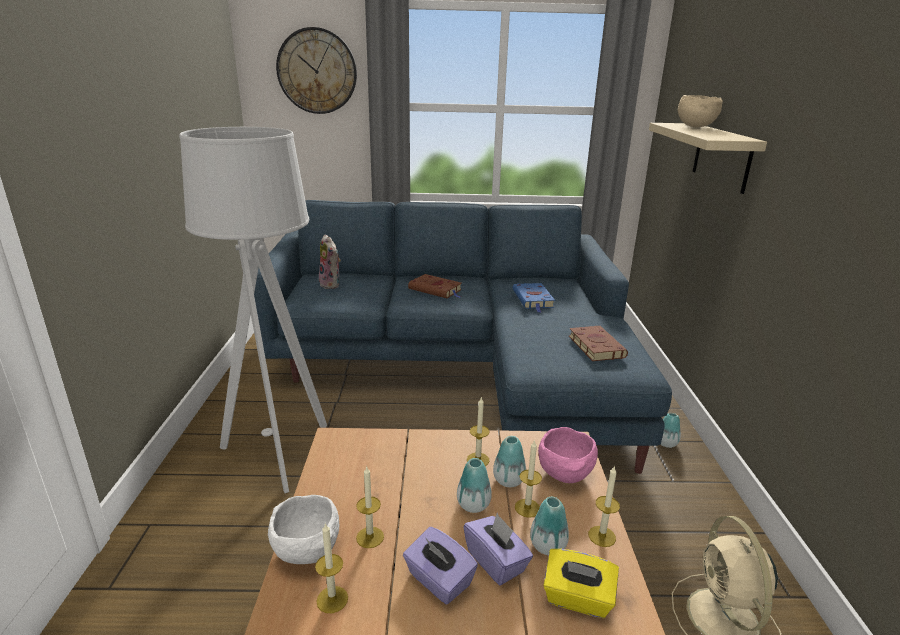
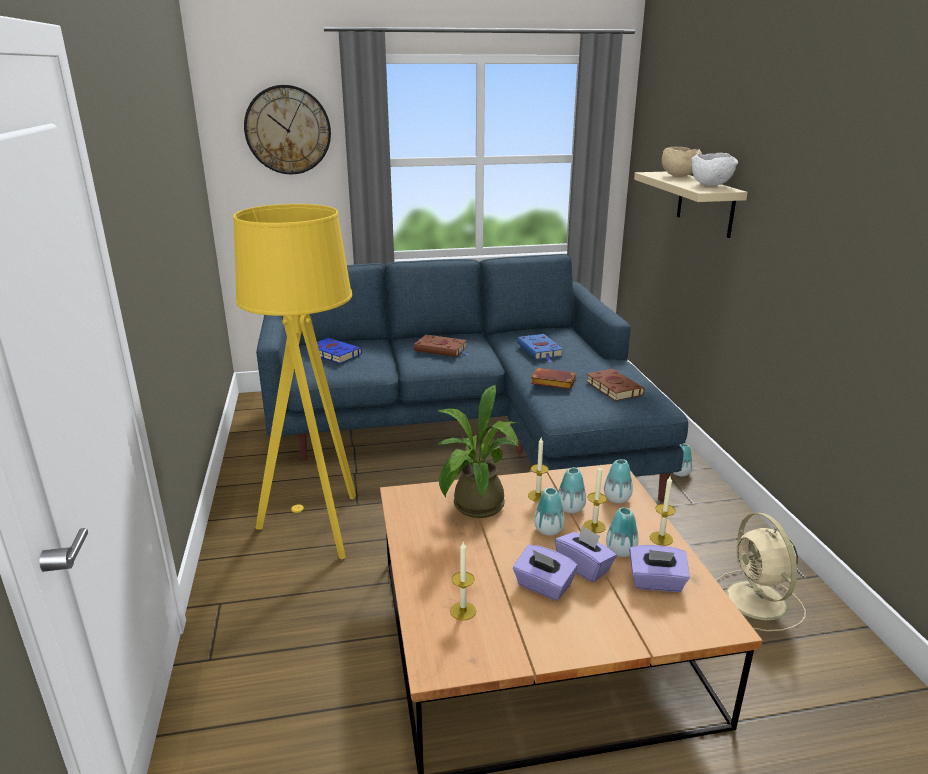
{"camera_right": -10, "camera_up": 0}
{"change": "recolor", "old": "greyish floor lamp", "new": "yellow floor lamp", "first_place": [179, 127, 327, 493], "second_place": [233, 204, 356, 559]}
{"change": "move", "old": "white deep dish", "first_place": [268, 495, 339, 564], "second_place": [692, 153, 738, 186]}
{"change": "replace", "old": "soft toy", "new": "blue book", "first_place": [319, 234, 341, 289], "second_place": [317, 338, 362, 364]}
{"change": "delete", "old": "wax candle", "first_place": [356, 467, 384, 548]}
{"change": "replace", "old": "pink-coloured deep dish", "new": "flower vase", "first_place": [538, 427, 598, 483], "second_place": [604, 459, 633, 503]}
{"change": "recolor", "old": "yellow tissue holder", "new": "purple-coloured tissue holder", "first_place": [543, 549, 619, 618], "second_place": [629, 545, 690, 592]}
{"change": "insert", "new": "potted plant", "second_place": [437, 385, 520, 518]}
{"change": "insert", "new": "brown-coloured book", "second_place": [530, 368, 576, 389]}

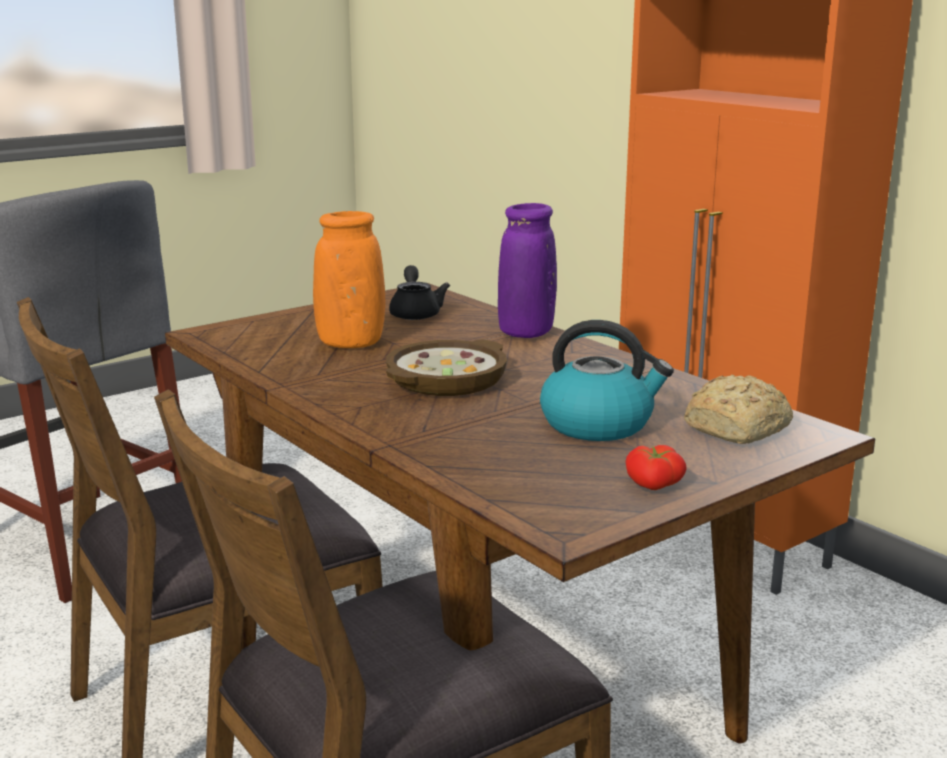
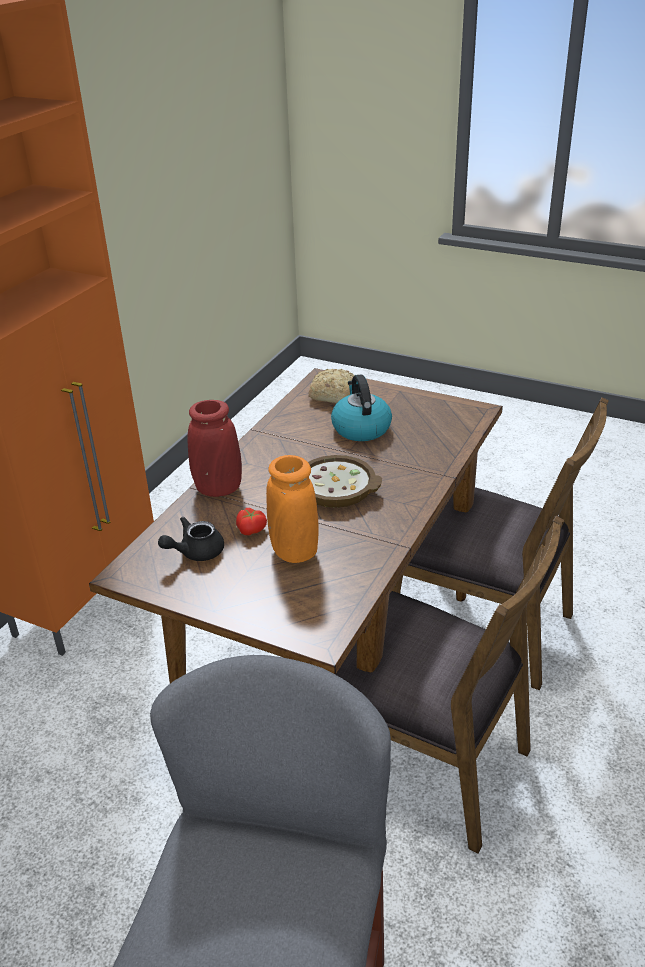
{"camera_right": -115, "camera_up": 15}
{"change": "recolor", "old": "purple-coloured flower vase", "new": "red flower vase", "first_place": [498, 203, 557, 338], "second_place": [188, 400, 242, 497]}
{"change": "move", "old": "whole tomato", "first_place": [625, 445, 687, 490], "second_place": [236, 508, 267, 535]}

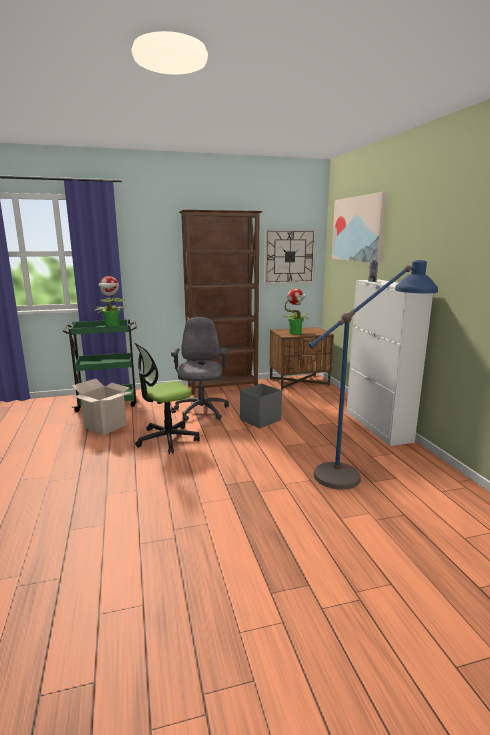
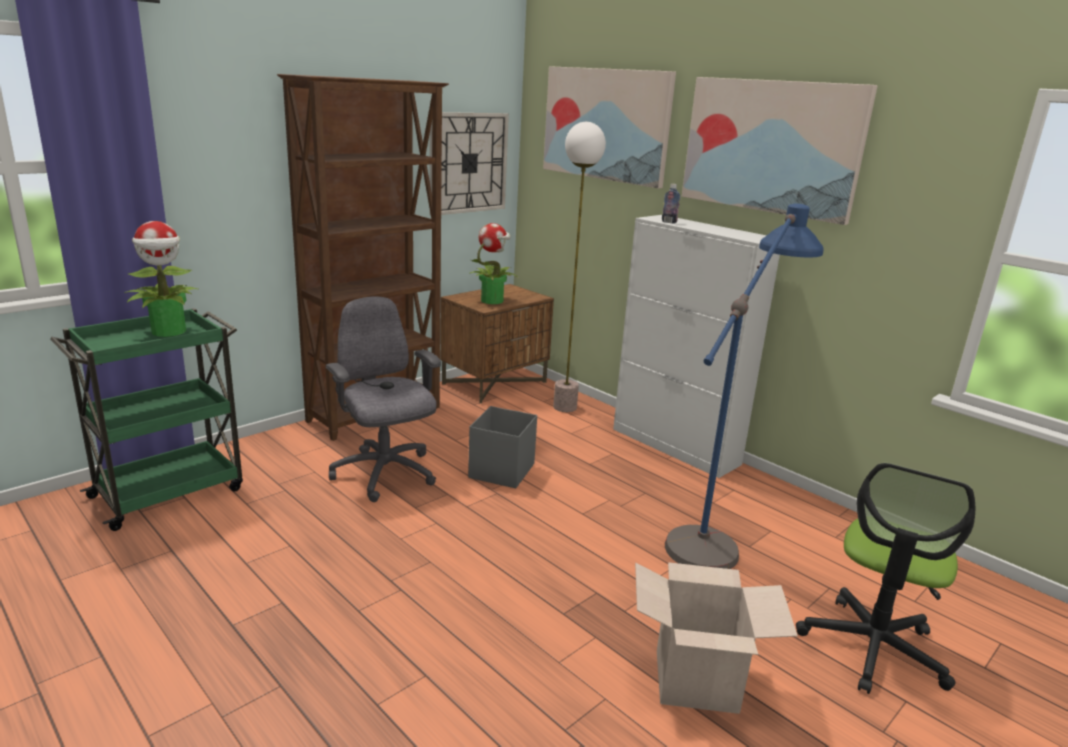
{"camera_right": -30, "camera_up": 5}
{"change": "move", "old": "carton", "first_place": [72, 379, 132, 435], "second_place": [635, 562, 798, 714]}
{"change": "move", "old": "desk chair", "first_place": [135, 342, 200, 454], "second_place": [796, 463, 975, 694]}
{"change": "insert", "new": "floor lamp", "second_place": [553, 122, 606, 412]}
{"change": "insert", "new": "wall art", "second_place": [682, 77, 878, 225]}

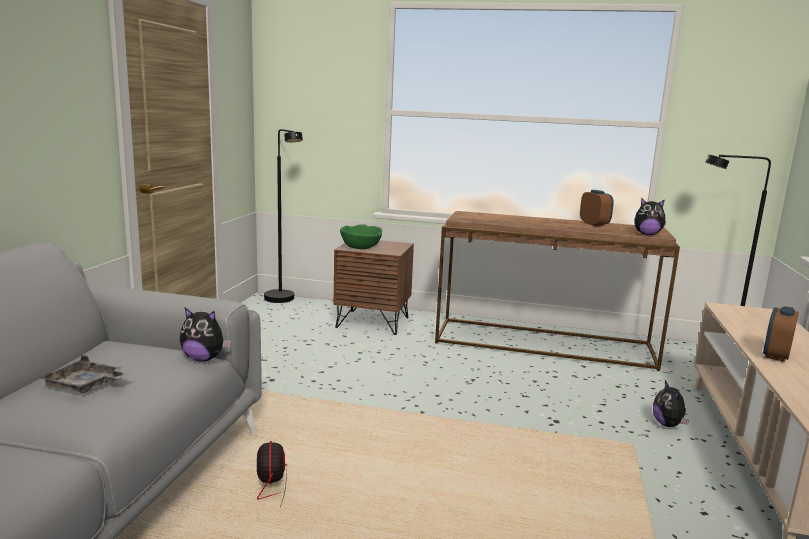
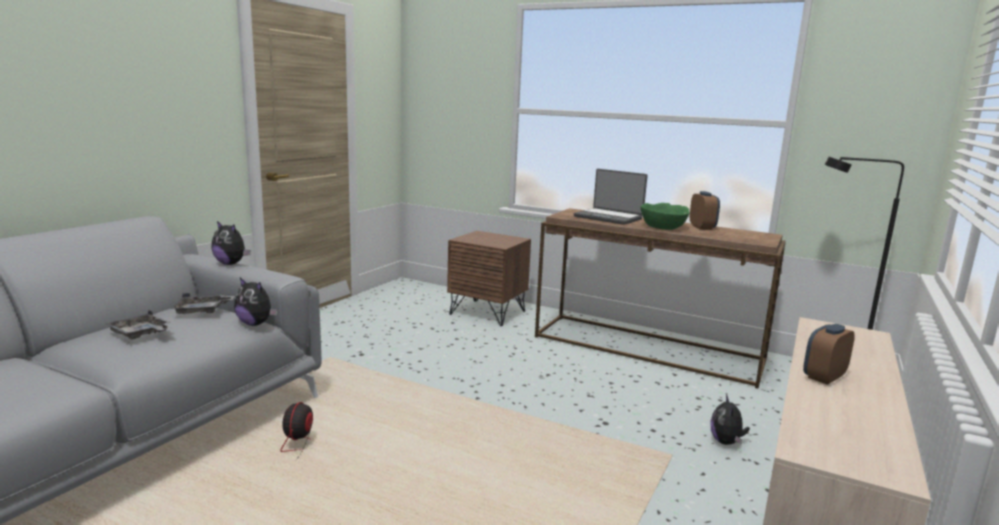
{"camera_right": 15, "camera_up": 0}
{"change": "delete", "old": "blackish floor lamp", "first_place": [264, 129, 303, 303]}
{"change": "move", "old": "green-coloured deep dish", "first_place": [340, 225, 382, 249], "second_place": [641, 203, 689, 230]}
{"change": "move", "old": "soft toy", "first_place": [634, 198, 666, 235], "second_place": [211, 221, 250, 265]}
{"change": "insert", "new": "greyish serving tray", "second_place": [171, 293, 235, 314]}
{"change": "insert", "new": "portable computer", "second_place": [574, 169, 647, 225]}

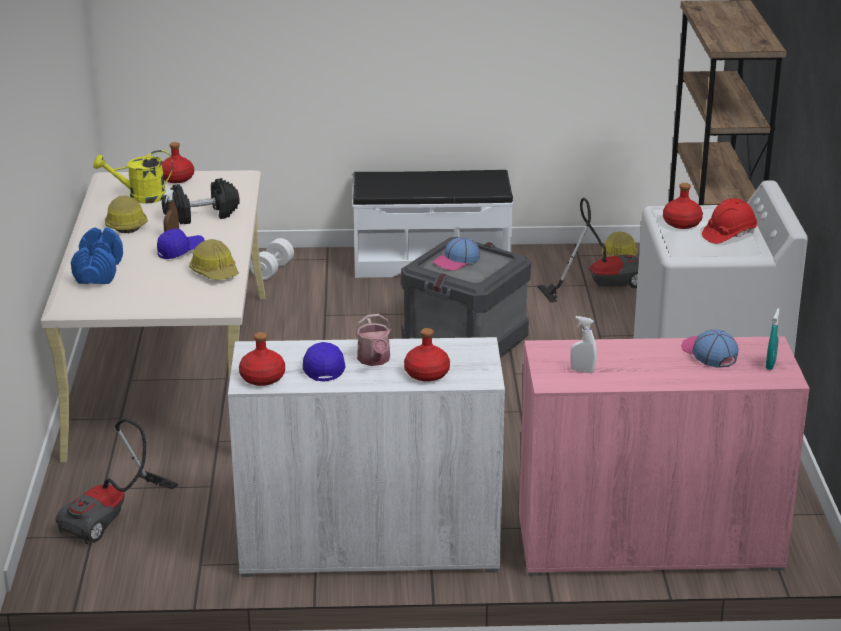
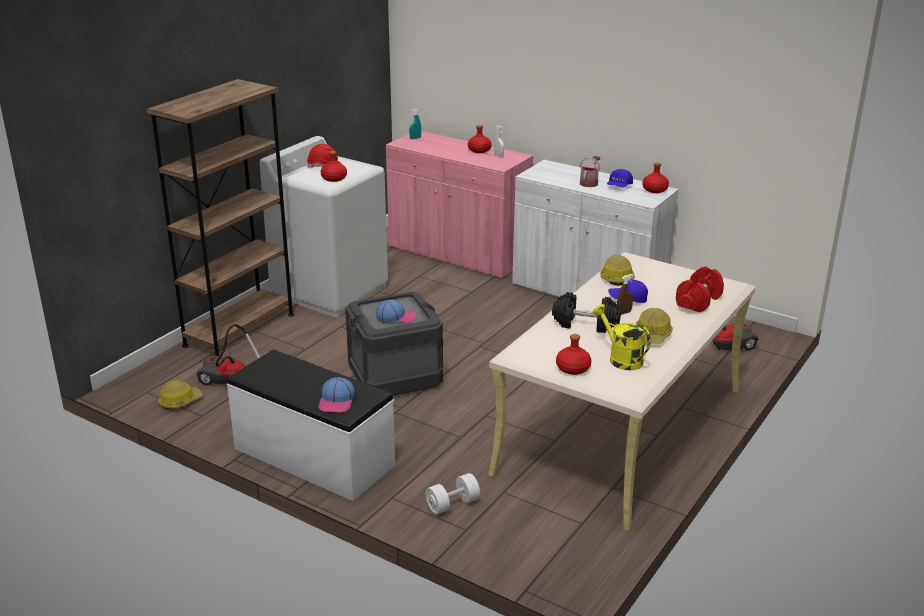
{"camera_right": -145, "camera_up": 0}
{"change": "recolor", "old": "blue free weight", "new": "red free weight", "first_place": [71, 227, 123, 284], "second_place": [676, 267, 724, 313]}
{"change": "rotate", "old": "yellow sprinkling can", "first_place": [93, 150, 173, 204], "second_place": [593, 304, 651, 370], "degrees": -150}
{"change": "move", "old": "red bottle", "first_place": [404, 328, 450, 382], "second_place": [468, 125, 491, 153]}
{"change": "move", "old": "cap", "first_place": [681, 329, 739, 368], "second_place": [319, 377, 355, 413]}

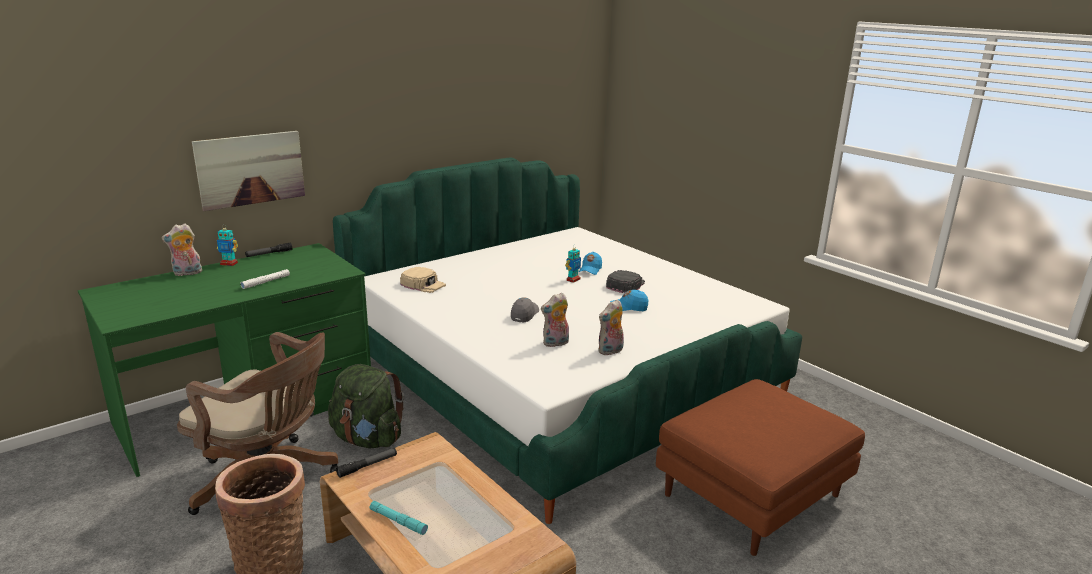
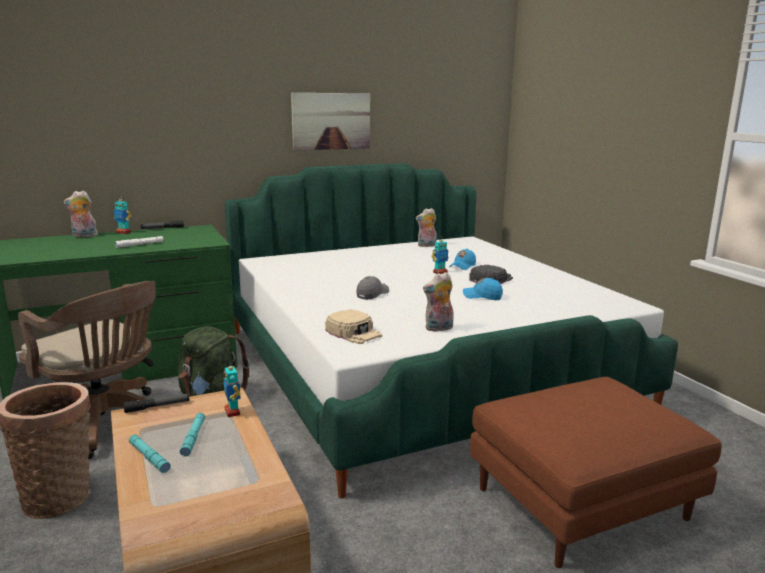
{"camera_right": 15, "camera_up": -5}
{"change": "move", "old": "wall art", "first_place": [192, 131, 305, 211], "second_place": [291, 93, 370, 150]}
{"change": "move", "old": "beige-coloured cap", "first_place": [400, 267, 446, 293], "second_place": [325, 309, 382, 344]}
{"change": "move", "old": "soft toy", "first_place": [541, 293, 569, 348], "second_place": [415, 208, 437, 247]}
{"change": "insert", "new": "turquoise torch", "second_place": [180, 413, 205, 457]}
{"change": "insert", "new": "toy robot", "second_place": [224, 362, 241, 417]}

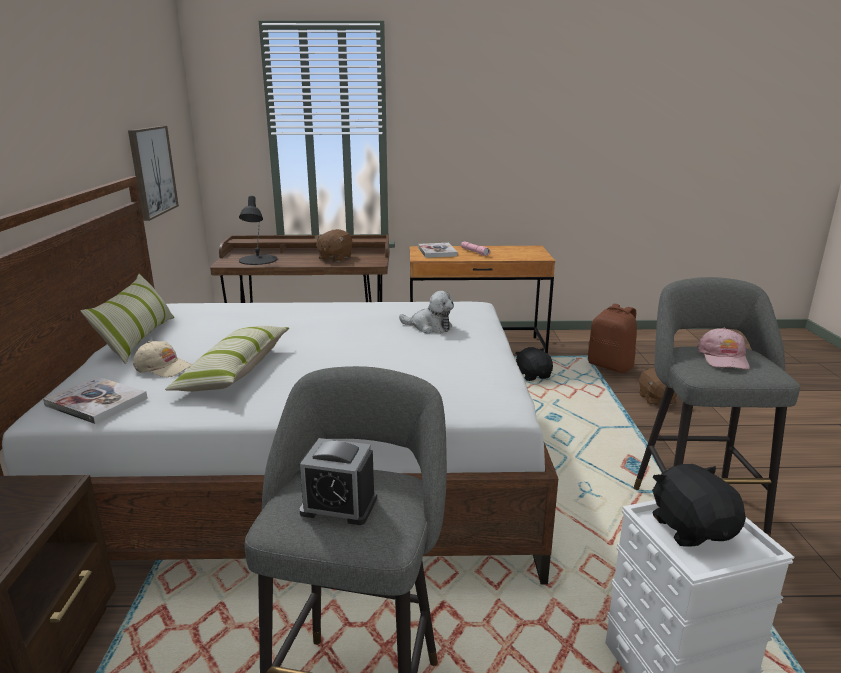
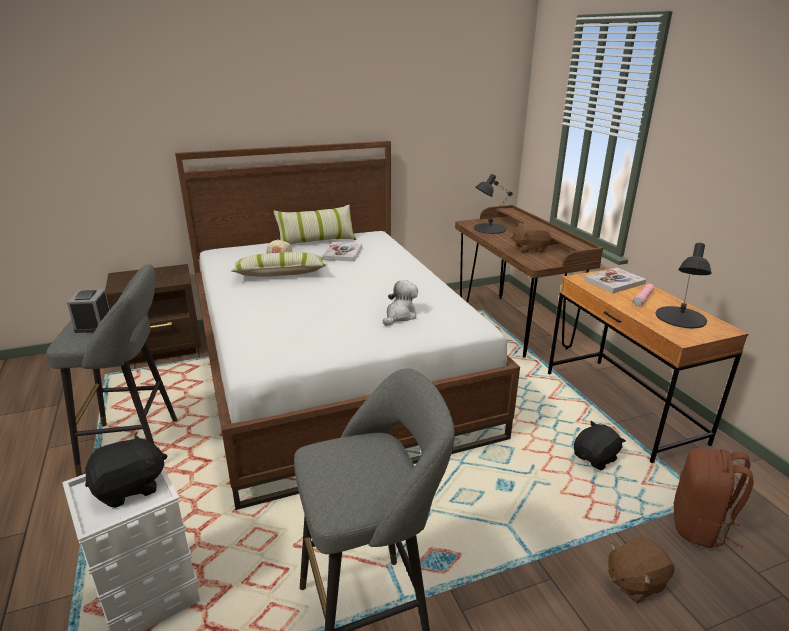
{"camera_right": 70, "camera_up": 5}
{"change": "move", "old": "book", "first_place": [43, 376, 148, 424], "second_place": [323, 242, 362, 262]}
{"change": "delete", "old": "wall art", "first_place": [128, 126, 179, 221]}
{"change": "rotate", "old": "soft toy", "first_place": [399, 291, 454, 333], "second_place": [383, 280, 418, 326], "degrees": -150}
{"change": "delete", "old": "pink-coloured cap", "first_place": [697, 328, 750, 369]}
{"change": "insert", "new": "blackish table lamp", "second_place": [656, 243, 712, 328]}

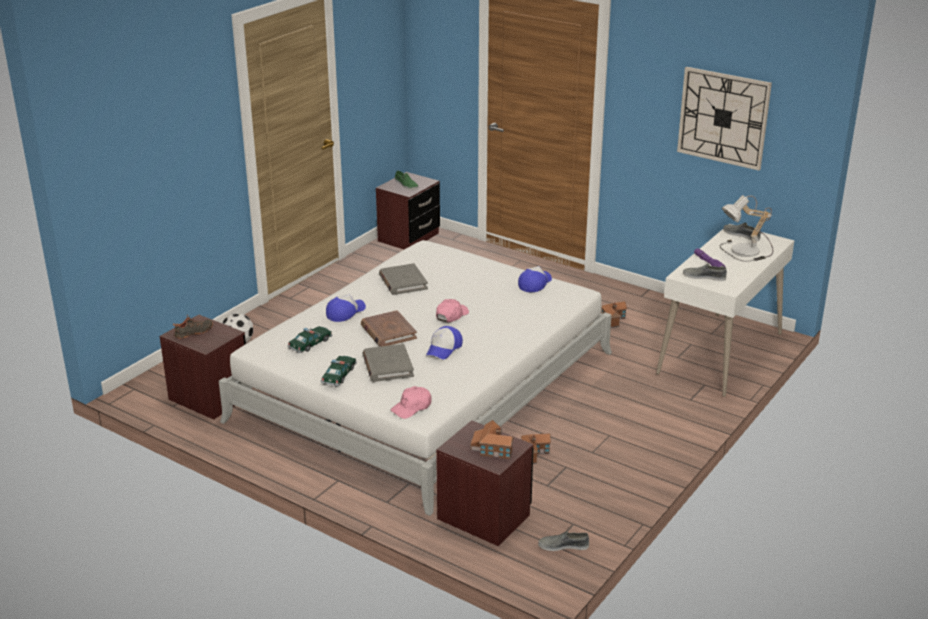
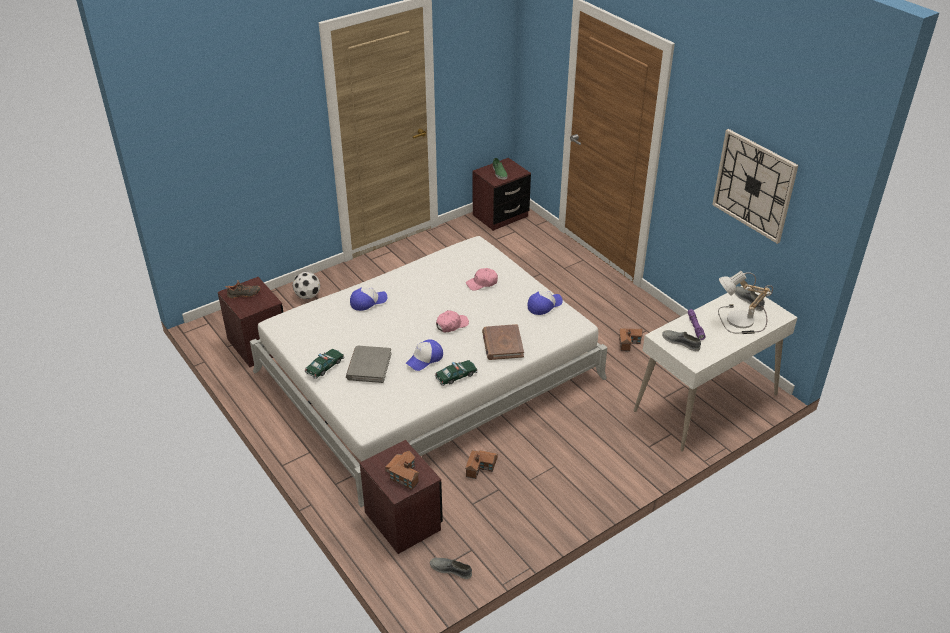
{"camera_right": 20, "camera_up": 10}
{"change": "move", "old": "toy car", "first_place": [287, 326, 332, 353], "second_place": [435, 360, 478, 386]}
{"change": "move", "old": "brown-coloured book", "first_place": [361, 310, 417, 347], "second_place": [482, 324, 524, 360]}
{"change": "delete", "old": "greyish book", "first_place": [379, 263, 428, 295]}
{"change": "move", "old": "pink-coloured cap", "first_place": [390, 386, 432, 419], "second_place": [466, 268, 498, 291]}

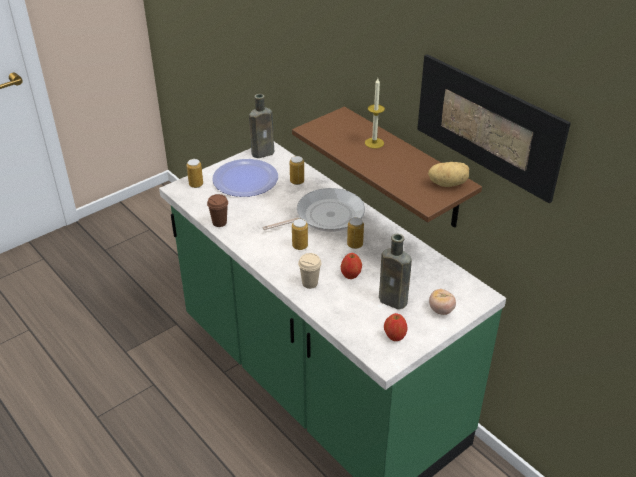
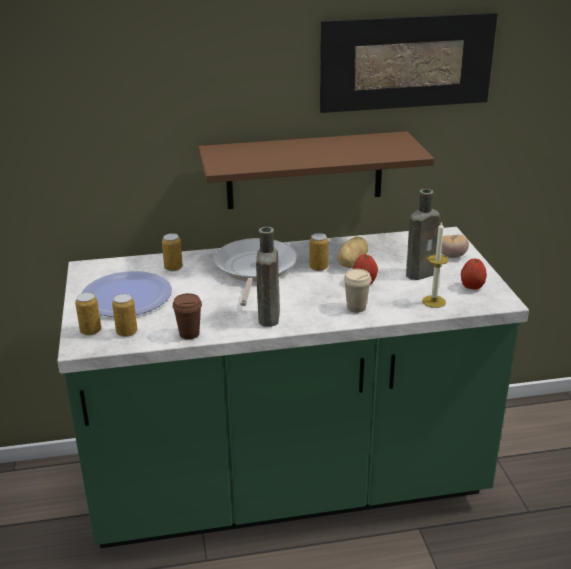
{"camera_right": -60, "camera_up": -10}
{"change": "move", "old": "brown-coloured bottle", "first_place": [249, 94, 274, 158], "second_place": [256, 227, 280, 327]}
{"change": "move", "old": "sealed can", "first_place": [292, 219, 308, 250], "second_place": [112, 294, 137, 337]}
{"change": "move", "old": "wax candle", "first_place": [365, 78, 385, 149], "second_place": [422, 221, 448, 308]}
{"change": "move", "old": "whole potato", "first_place": [428, 162, 469, 187], "second_place": [337, 236, 368, 268]}

